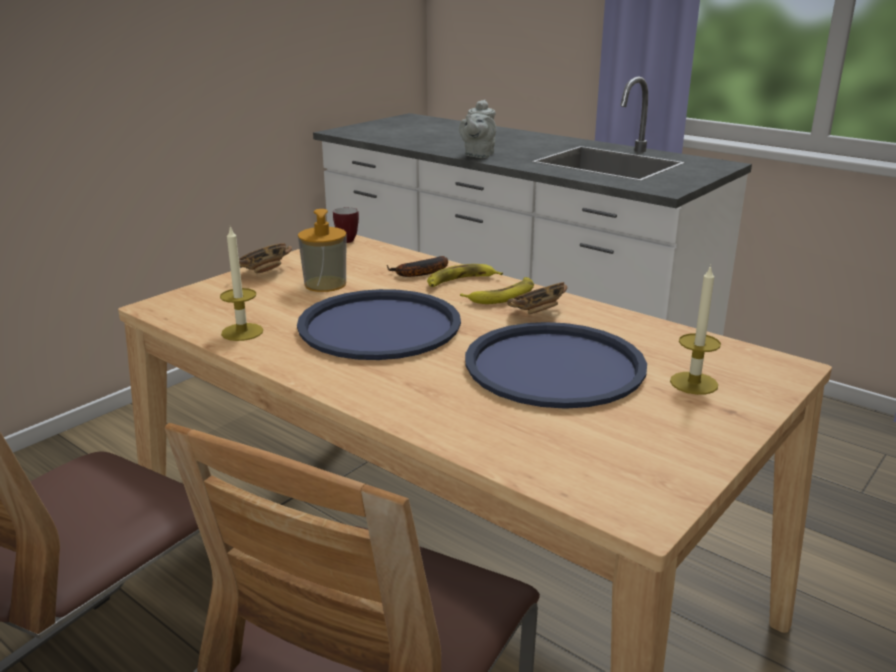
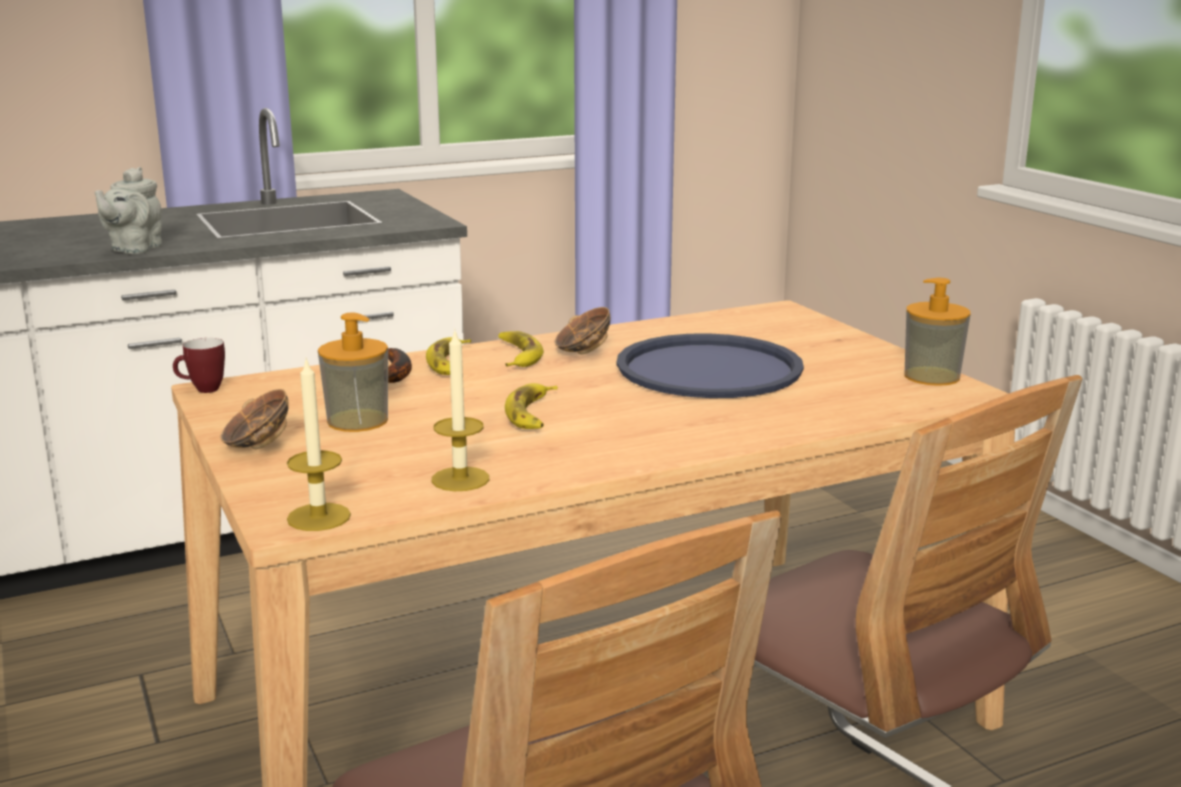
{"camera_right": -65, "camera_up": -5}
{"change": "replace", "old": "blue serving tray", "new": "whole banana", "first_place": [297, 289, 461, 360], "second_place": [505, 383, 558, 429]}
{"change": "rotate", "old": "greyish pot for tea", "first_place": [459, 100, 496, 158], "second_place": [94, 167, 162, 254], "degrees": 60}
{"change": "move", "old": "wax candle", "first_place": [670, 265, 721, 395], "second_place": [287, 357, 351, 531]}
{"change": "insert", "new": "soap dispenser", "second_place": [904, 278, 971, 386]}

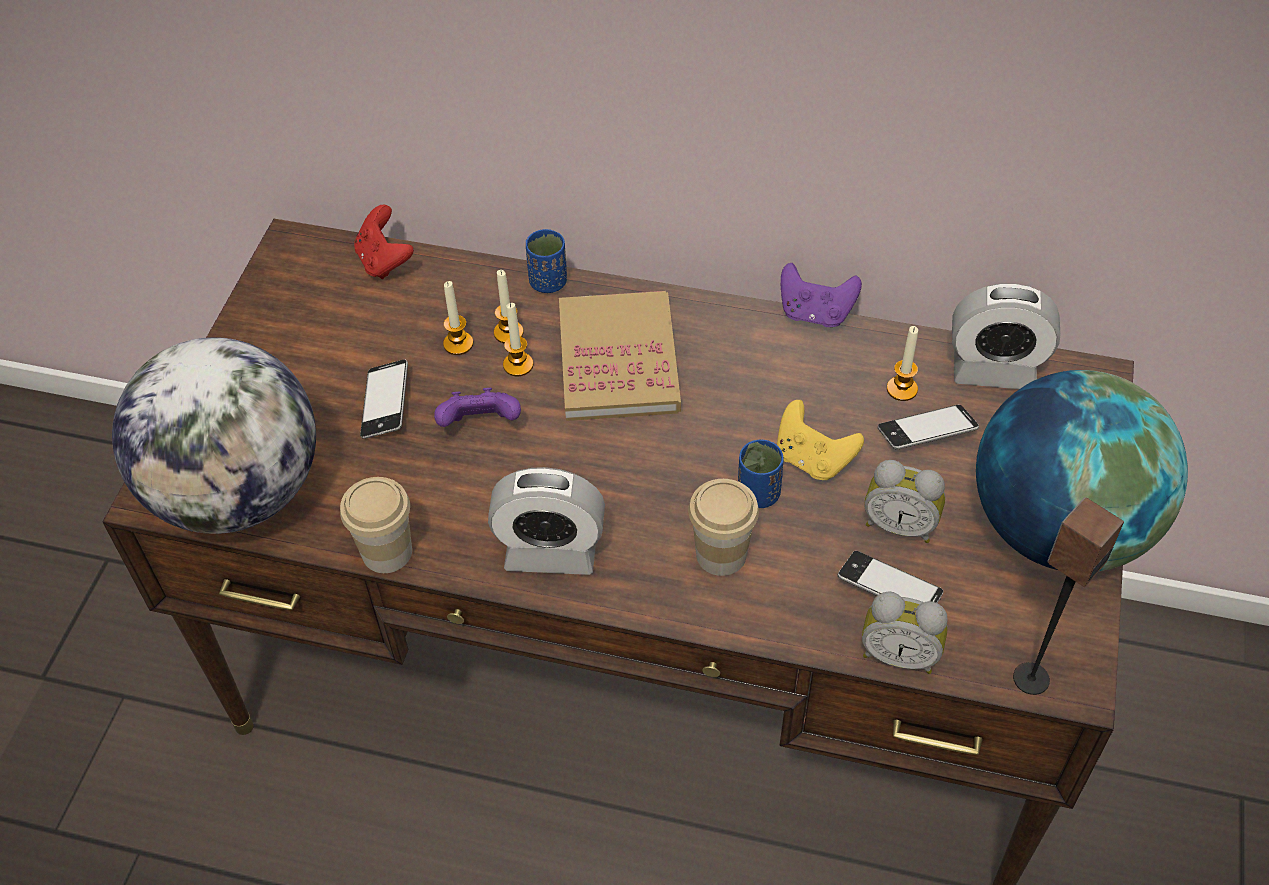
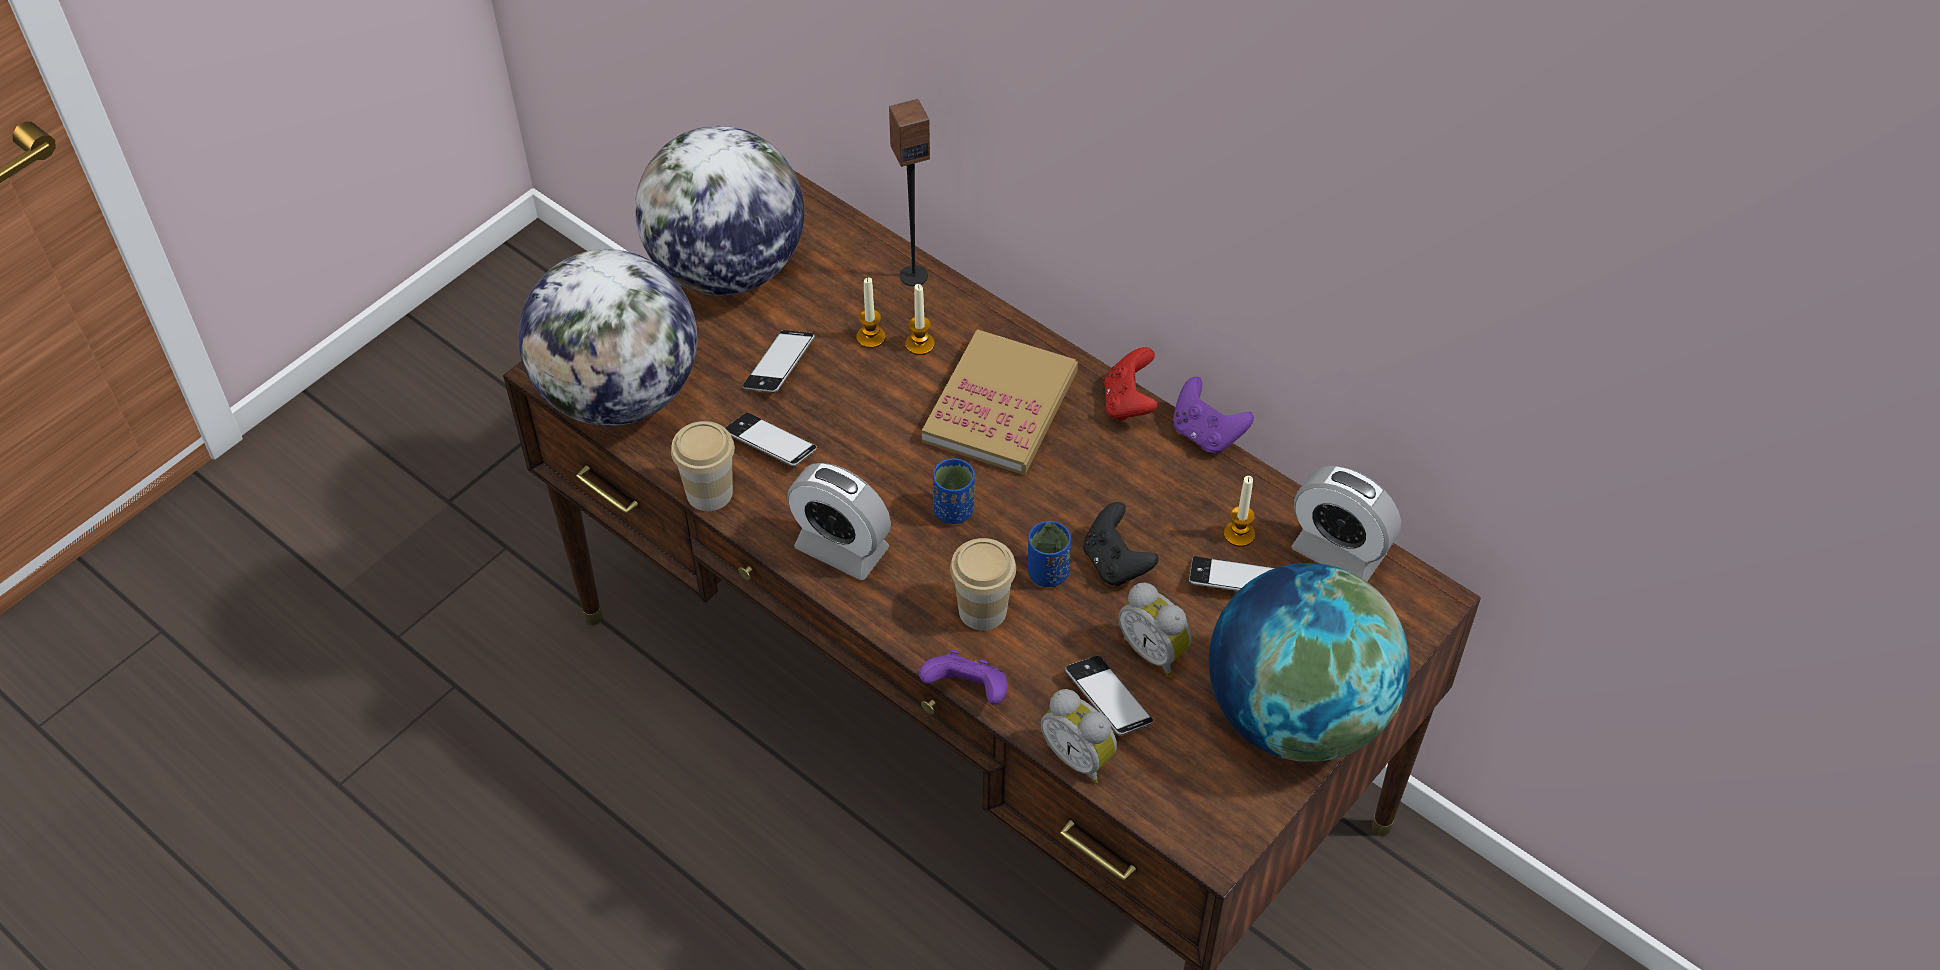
{"camera_right": 25, "camera_up": 0}
{"change": "move", "old": "red gamepad", "first_place": [354, 205, 414, 279], "second_place": [1104, 347, 1158, 421]}
{"change": "move", "old": "purple-coloured gamepad", "first_place": [434, 388, 521, 427], "second_place": [919, 649, 1008, 704]}
{"change": "delete", "old": "wax candle", "first_place": [503, 303, 533, 377]}
{"change": "move", "old": "blue drinking cup", "first_place": [526, 229, 567, 293], "second_place": [933, 458, 975, 524]}
{"change": "recolor", "old": "yellow gamepad", "new": "blackish gamepad", "first_place": [777, 400, 864, 480], "second_place": [1084, 502, 1159, 586]}
{"change": "move", "old": "loudspeaker", "first_place": [1013, 497, 1124, 695], "second_place": [889, 99, 930, 286]}
{"change": "insert", "new": "world globe", "second_place": [635, 126, 804, 295]}
{"change": "insert", "new": "handset", "second_place": [725, 413, 817, 467]}

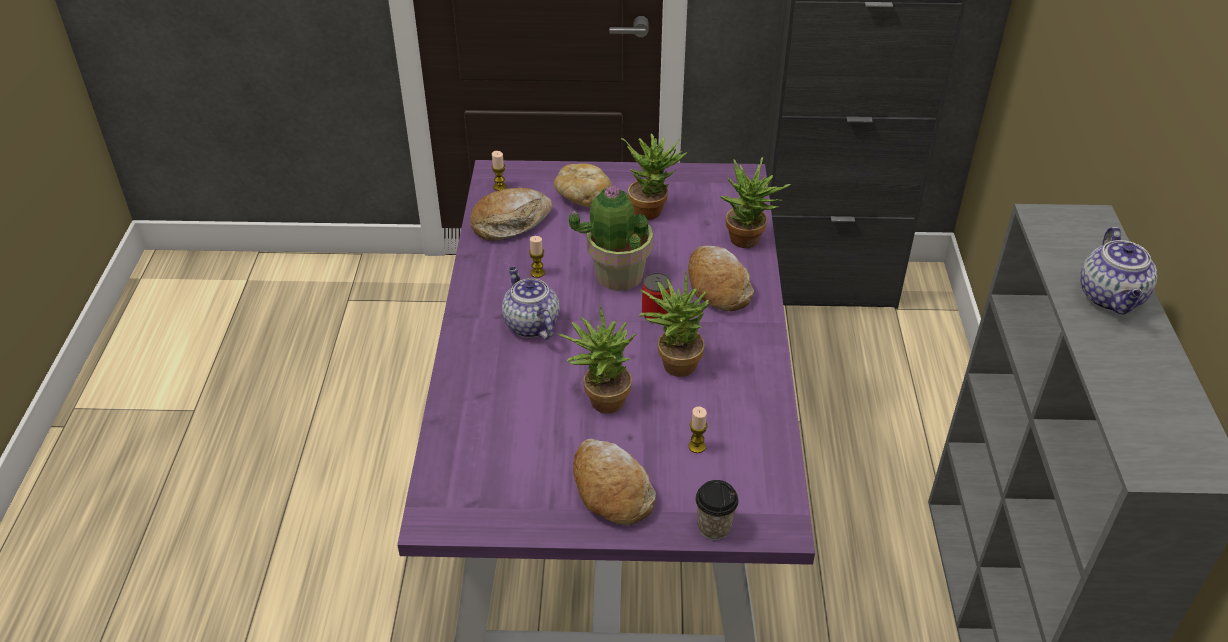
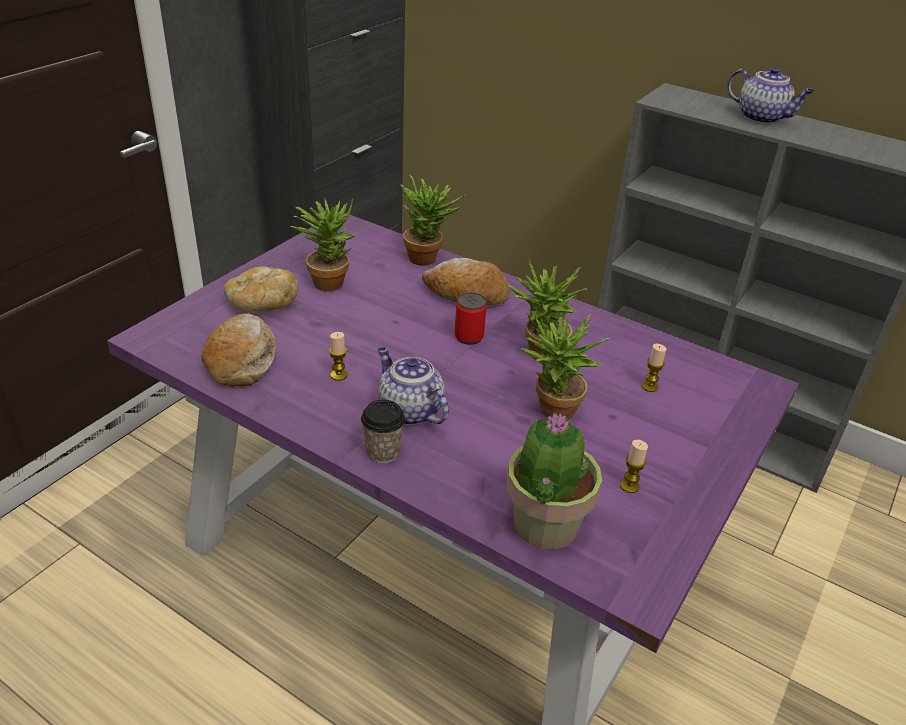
{"camera_right": -60, "camera_up": -5}
{"change": "move", "old": "wax candle", "first_place": [491, 151, 507, 191], "second_place": [620, 440, 648, 493]}
{"change": "rotate", "old": "pot for tea", "first_place": [502, 267, 560, 340], "second_place": [378, 347, 449, 425], "degrees": 45}
{"change": "move", "old": "potted plant", "first_place": [569, 185, 653, 291], "second_place": [507, 412, 602, 550]}
{"change": "delete", "old": "baked bread", "first_place": [573, 439, 656, 525]}
{"change": "move", "old": "drinking cup", "first_place": [695, 480, 739, 540], "second_place": [361, 400, 405, 463]}

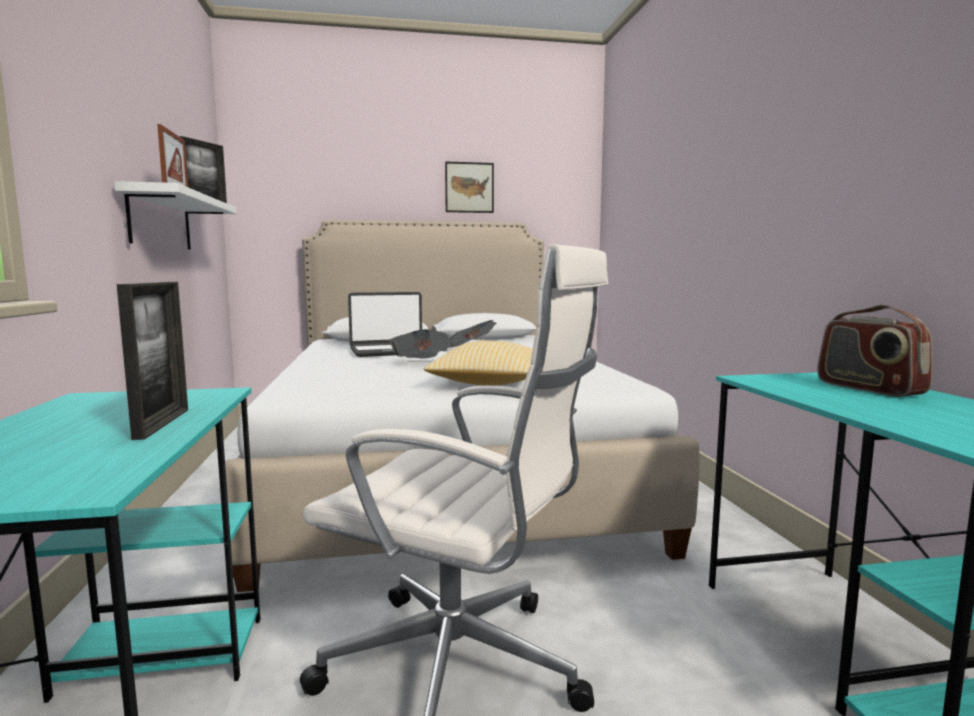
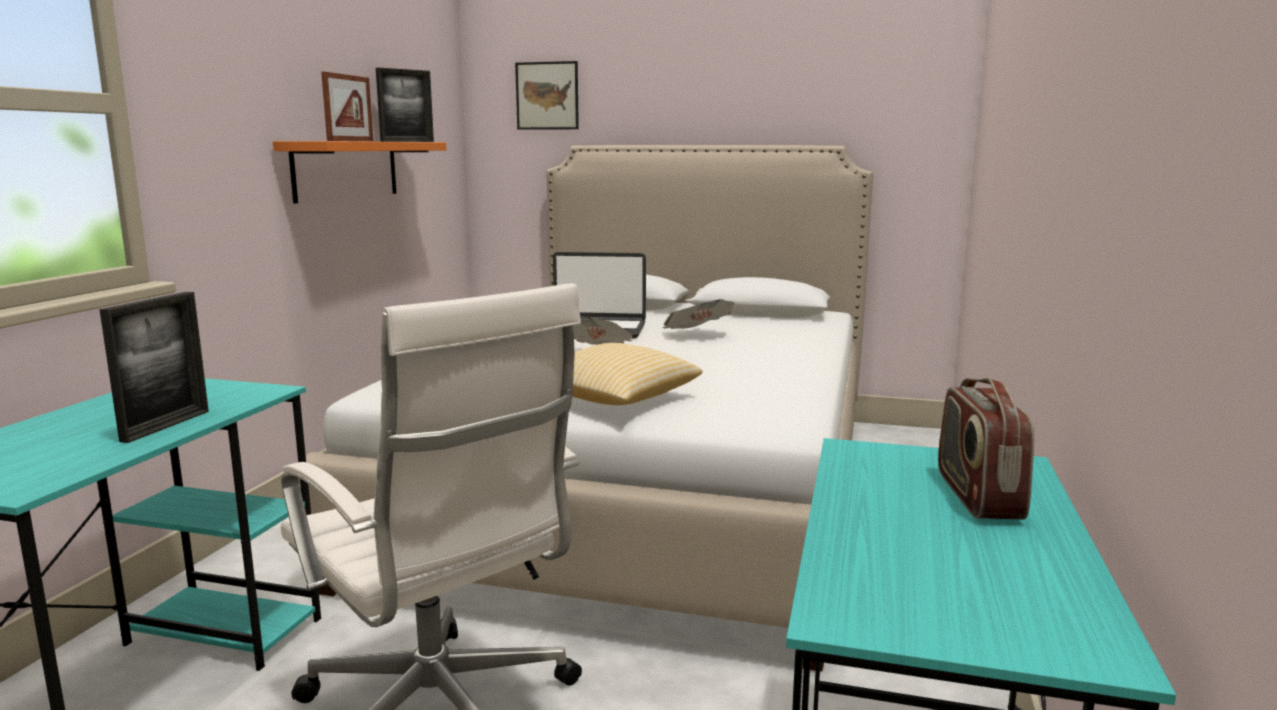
{"camera_right": 25, "camera_up": 5}
{"change": "recolor", "old": "white shelf", "new": "orange-coloured shelf", "first_place": [114, 181, 237, 250], "second_place": [273, 141, 447, 203]}
{"change": "move", "old": "wall art", "first_place": [445, 161, 494, 213], "second_place": [515, 61, 579, 130]}

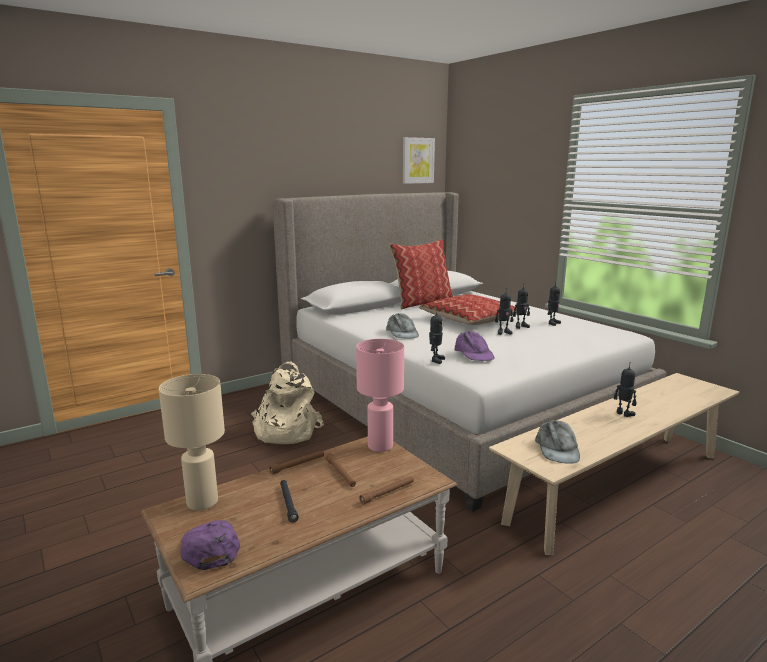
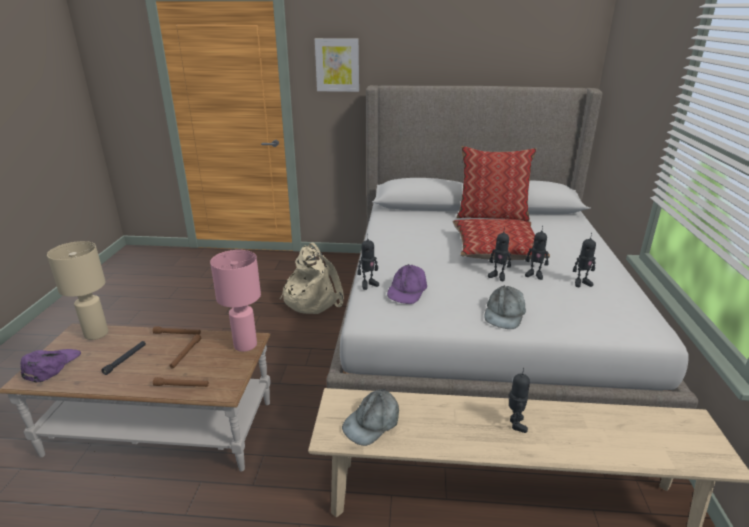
{"camera_right": 40, "camera_up": 10}
{"change": "move", "old": "greyish cap", "first_place": [386, 313, 419, 339], "second_place": [484, 285, 526, 329]}
{"change": "move", "old": "wall art", "first_place": [403, 137, 435, 184], "second_place": [315, 38, 359, 92]}

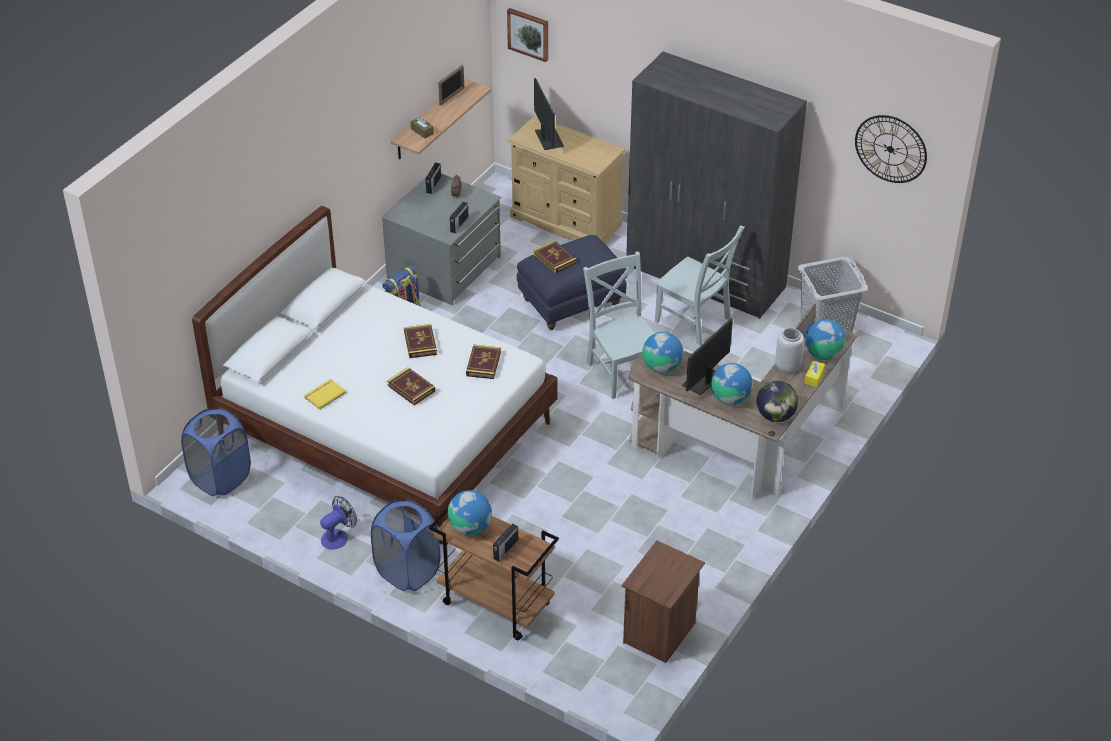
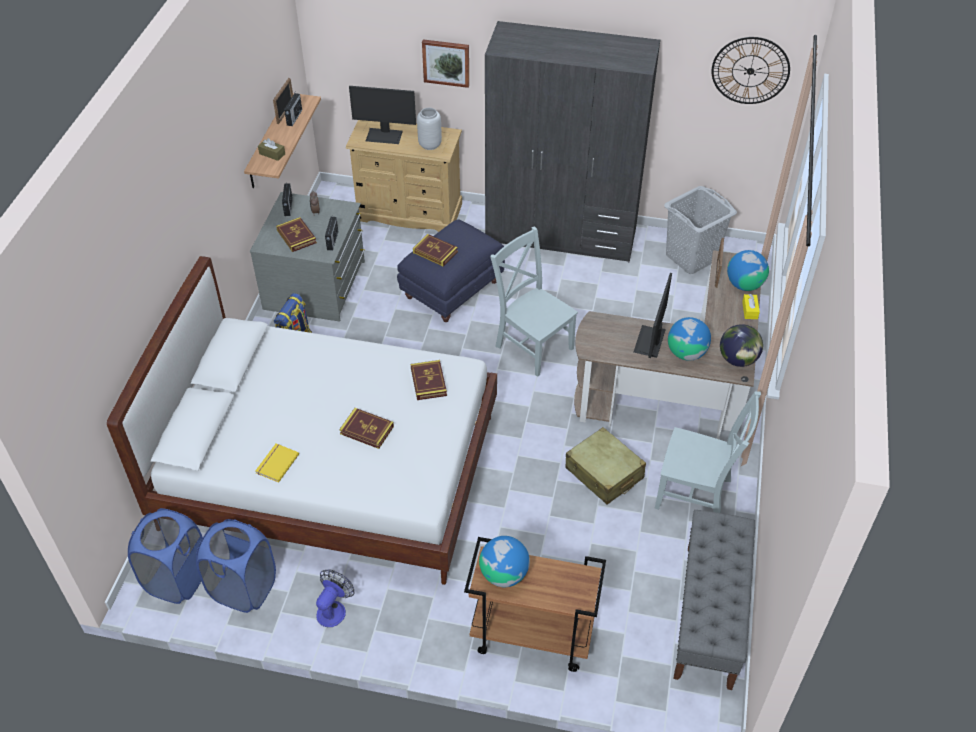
{"camera_right": -20, "camera_up": 5}
{"change": "move", "old": "blue laundry basket", "first_place": [371, 500, 440, 591], "second_place": [196, 519, 276, 613]}
{"change": "move", "old": "book", "first_place": [404, 324, 437, 358], "second_place": [276, 217, 317, 252]}
{"change": "move", "old": "radio receiver", "first_place": [493, 523, 518, 562], "second_place": [284, 93, 302, 126]}
{"change": "move", "old": "wall art", "first_place": [507, 8, 548, 62], "second_place": [422, 39, 469, 88]}
{"change": "rotate", "old": "computer display", "first_place": [534, 78, 564, 150], "second_place": [349, 86, 416, 144], "degrees": 135}
{"change": "replace", "old": "brown-coloured bedside table", "new": "greyish indoor bench", "first_place": [621, 540, 705, 663], "second_place": [673, 510, 755, 690]}
{"change": "delete", "old": "world globe", "first_place": [642, 332, 683, 373]}
{"change": "move", "old": "greyish plain chair", "first_place": [655, 226, 744, 346], "second_place": [655, 391, 761, 513]}
{"change": "move", "old": "greyish flower vase", "first_place": [775, 328, 804, 373], "second_place": [417, 108, 442, 150]}
{"change": "insert", "new": "beige-coloured piece of luggage", "second_place": [566, 427, 646, 504]}

